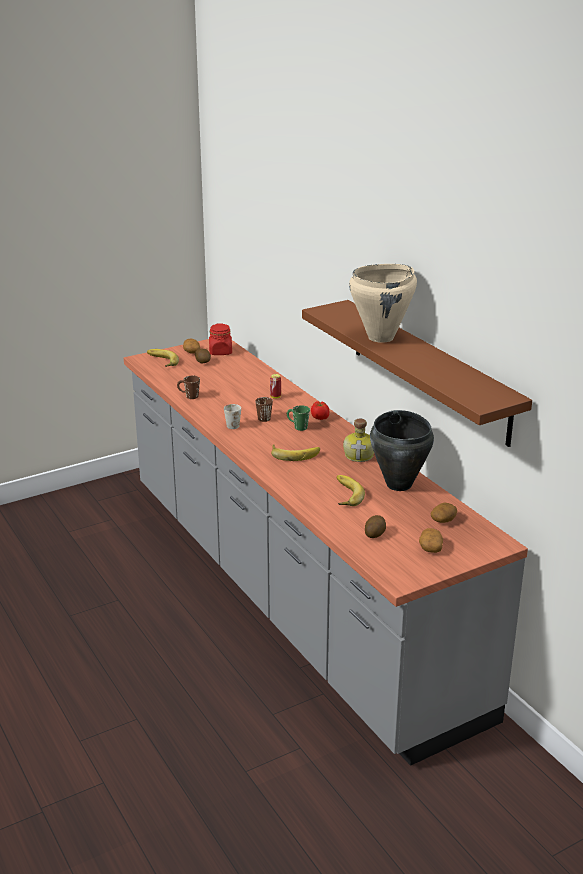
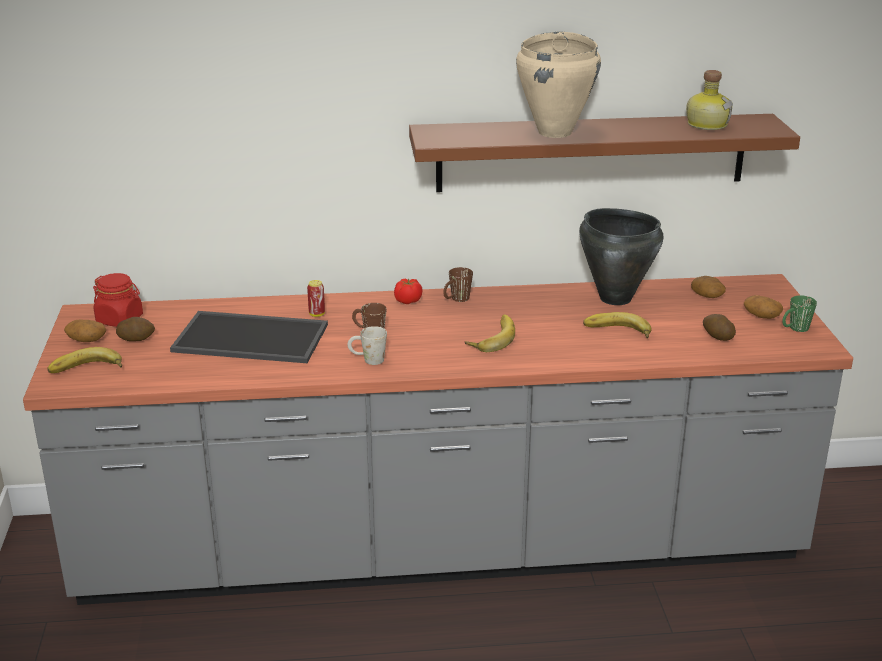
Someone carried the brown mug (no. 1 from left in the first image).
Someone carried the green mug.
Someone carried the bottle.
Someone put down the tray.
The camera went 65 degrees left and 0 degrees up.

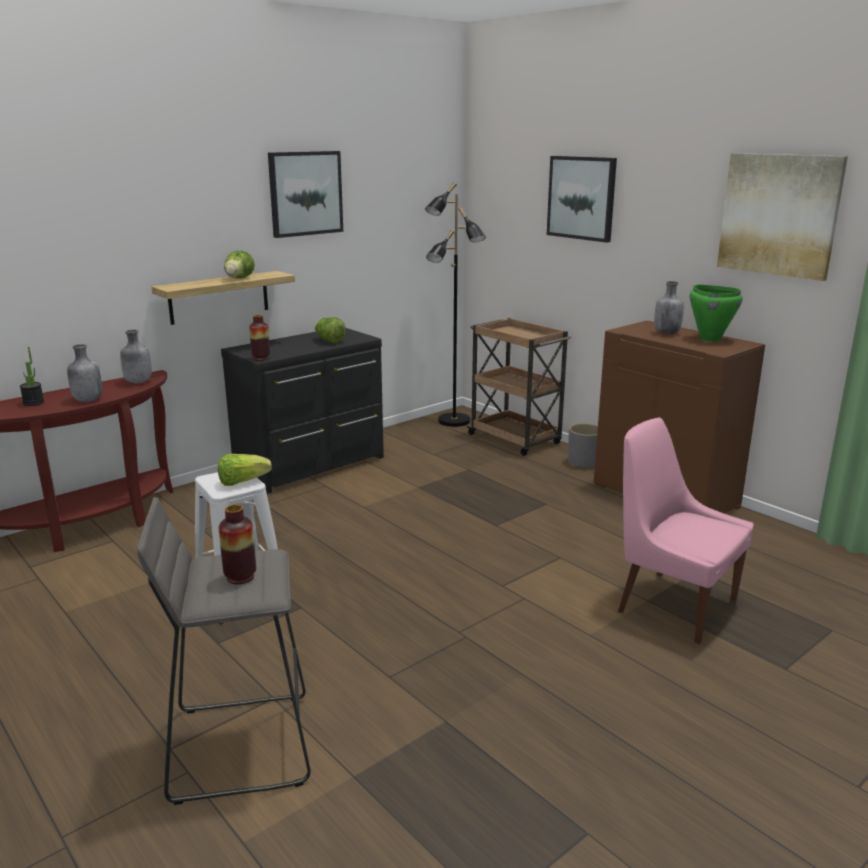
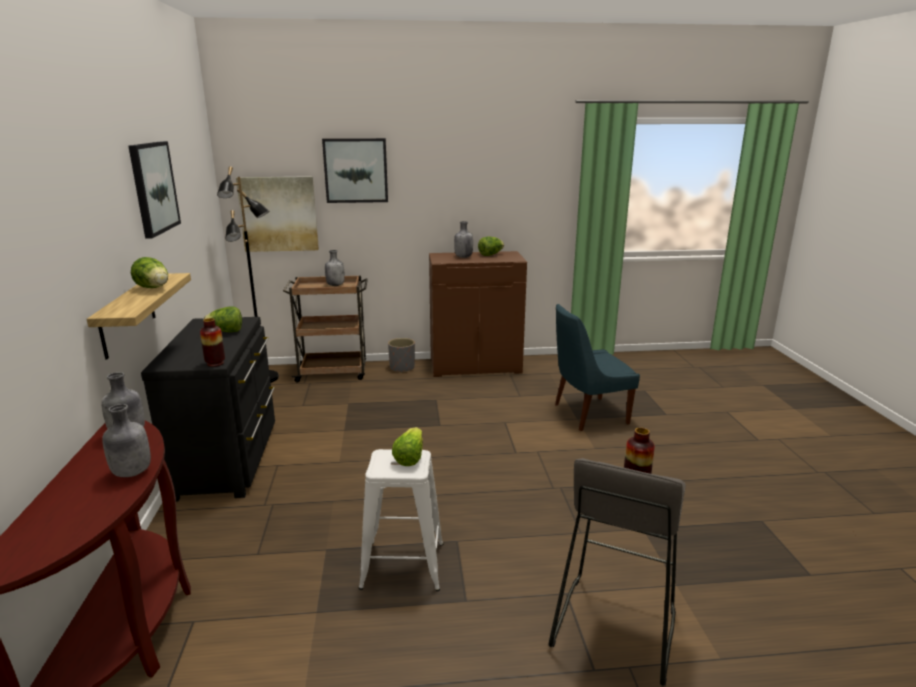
Someone carried the picture (no. 3 from left in the first image).
Someone swapped the green cooking pot for the lettuce (no. 4 from left).
Someone took away the potted plant.
Someone repainted the pink chair, which became the blue chair.
Someone put down the grey bottle (no. 3 from left).
The camera went 55 degrees left and 0 degrees up.

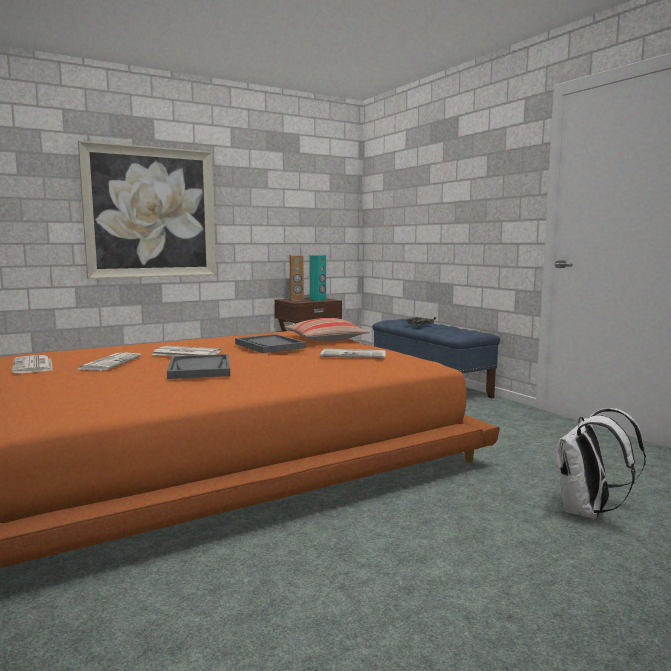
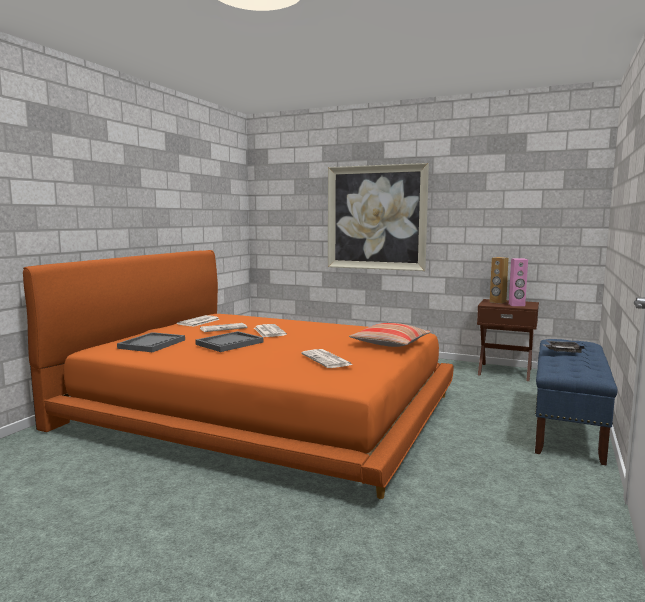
Someone repainted the turquoise speaker, which became the pink speaker.
Someone carried the grey tray (no. 2 from left in the first image).
Someone took away the white backpack.
The camera went 55 degrees right and 0 degrees up.

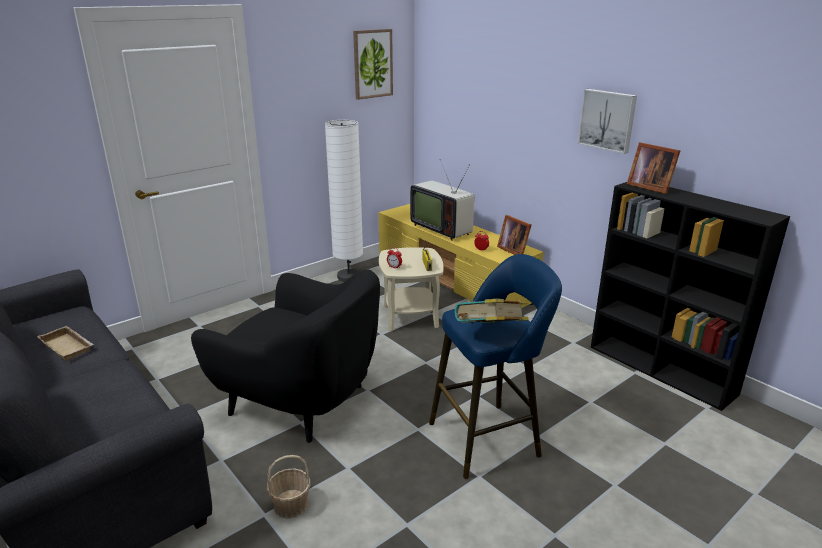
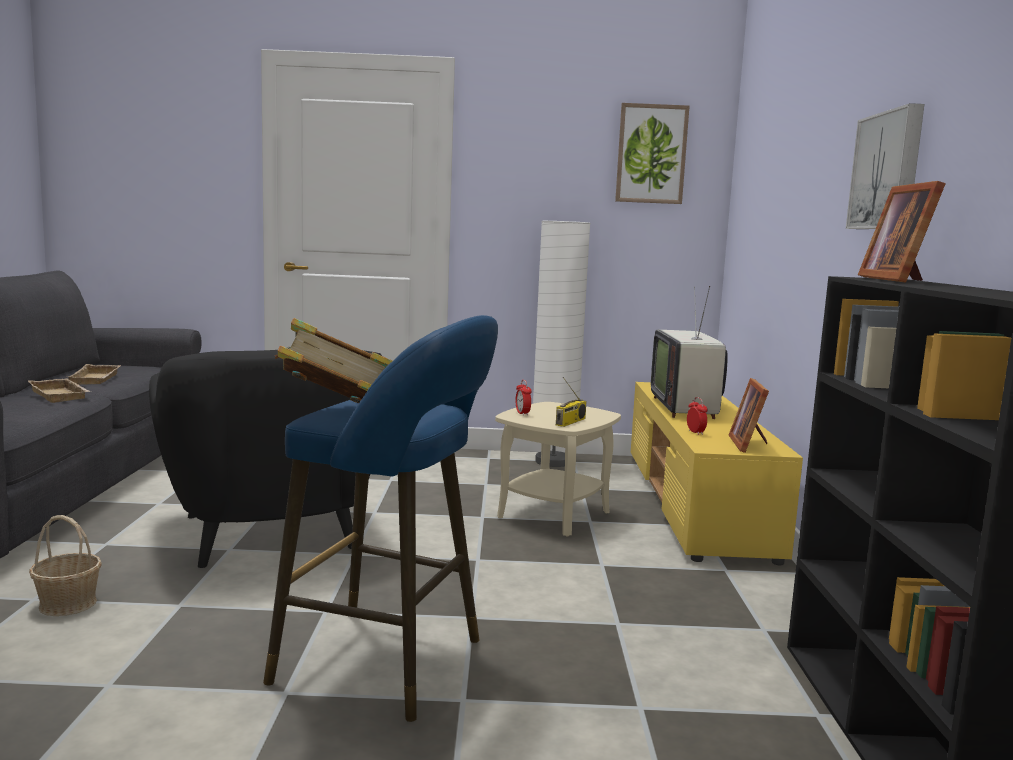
Someone put down the beige tray (no. 1 from left).
The camera went 40 degrees right and 15 degrees down.

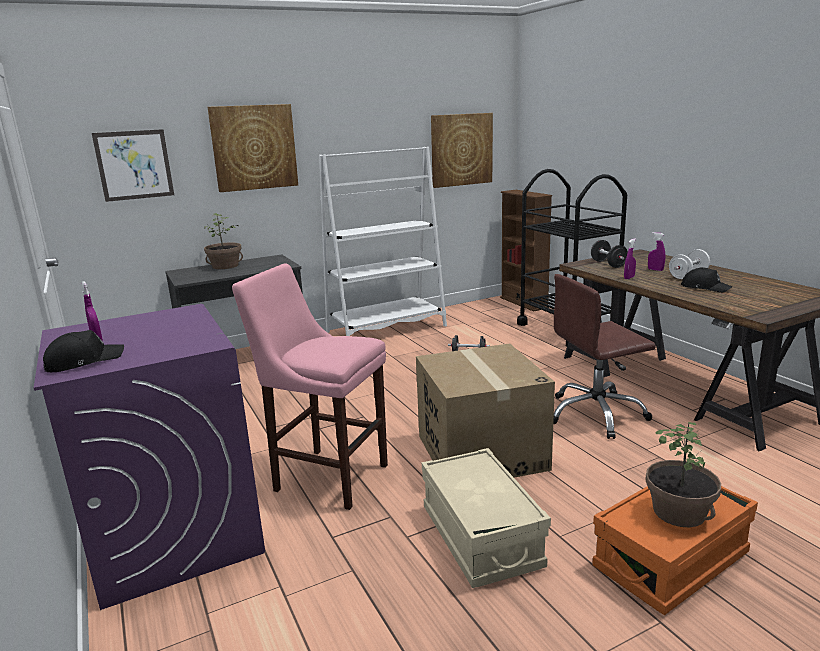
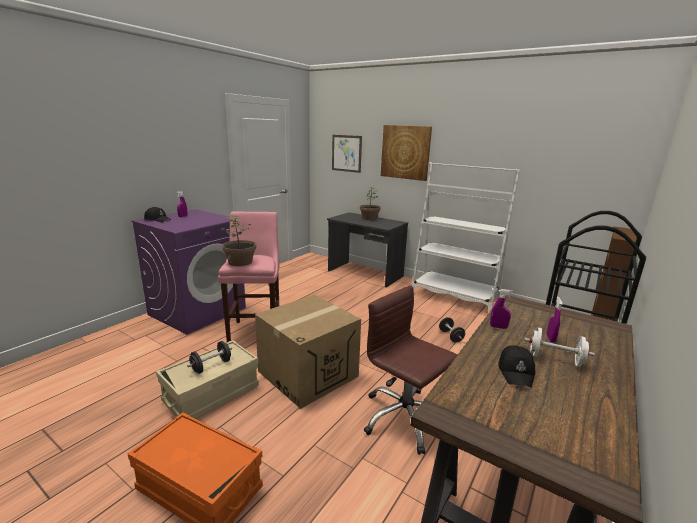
Someone took away the picture (no. 3 from left).
Someone carried the black dumbbell (no. 2 from left in the first image).
Someone carried the potted plant (no. 2 from left in the first image).
The camera went 60 degrees right and 0 degrees up.

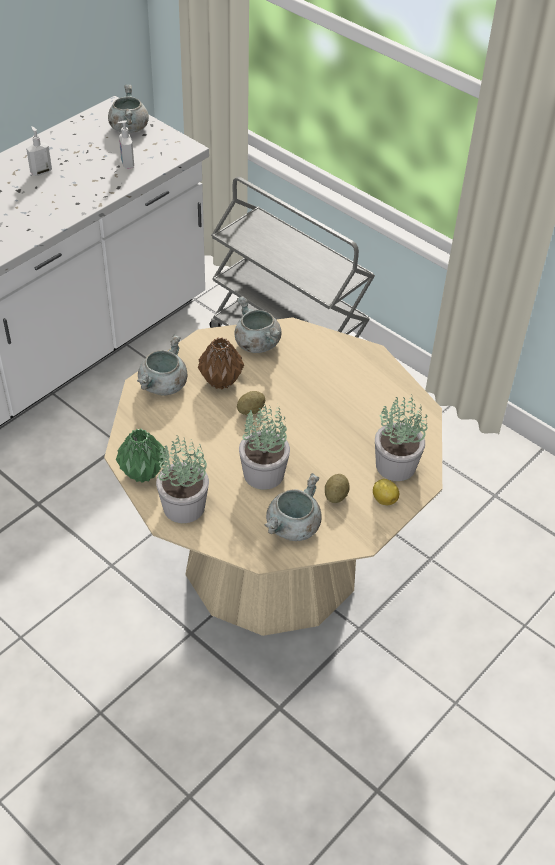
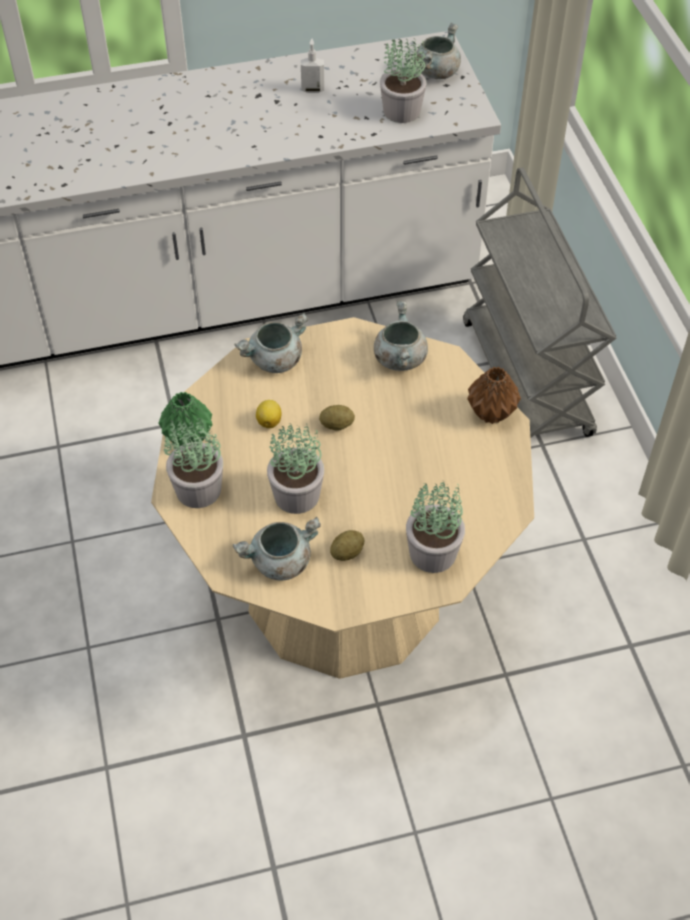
Someone swapped the soap dispenser (no. 2 from left) for the potted plant (no. 3 from left).
Someone carried the brown vase.
Someone carried the lemon.
The camera went 35 degrees right and 5 degrees up.

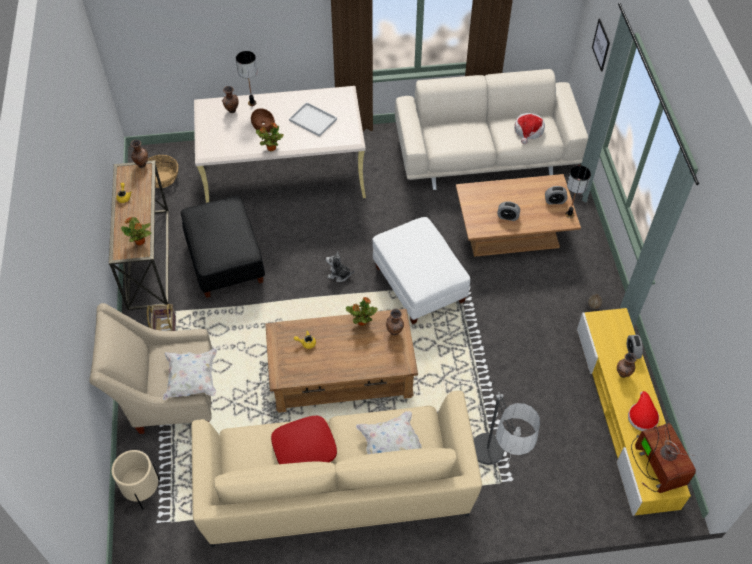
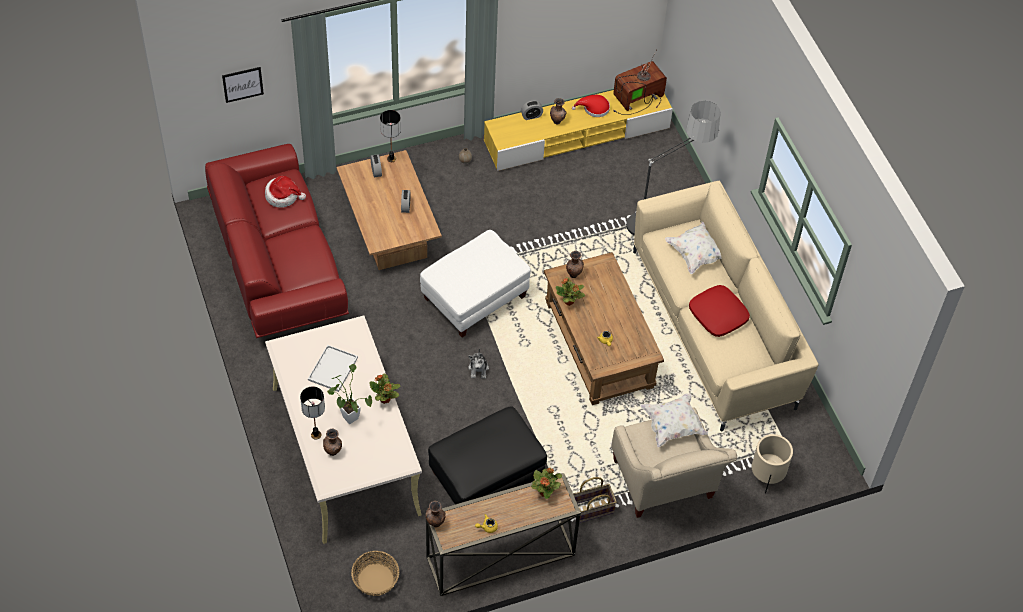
Someone repainted the beige sofa (no. 2 from left), which became the red sofa.
Someone swapped the brown bowl for the potted plant (no. 1 from left).
The camera went 105 degrees left and 0 degrees up.

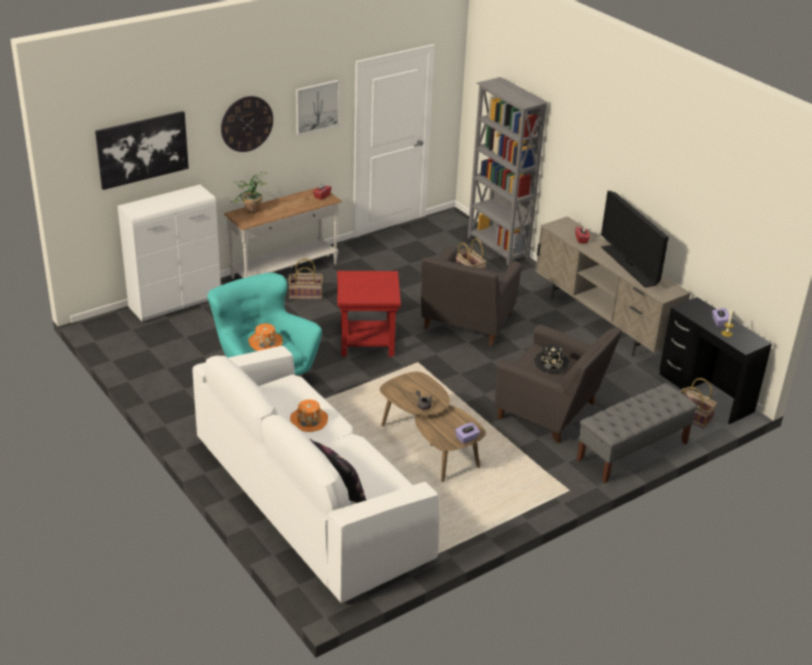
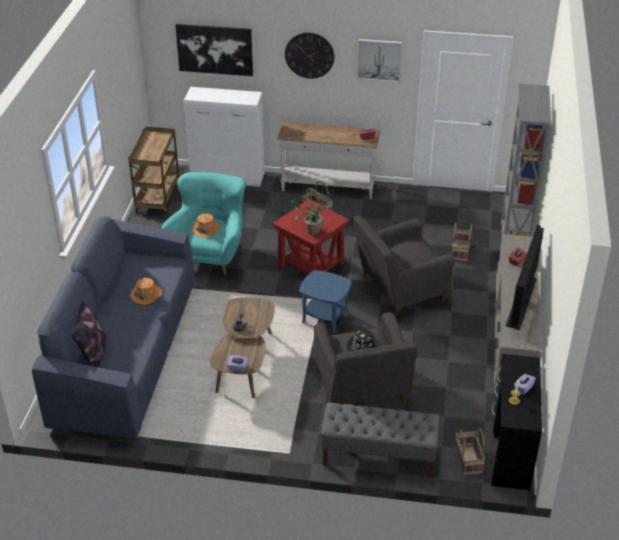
Someone carried the potted plant.
Someone repainted the white sofa, which became the blue sofa.
Someone put down the brown cart.
Someone put down the blue side table.
The camera went 45 degrees right and 5 degrees up.

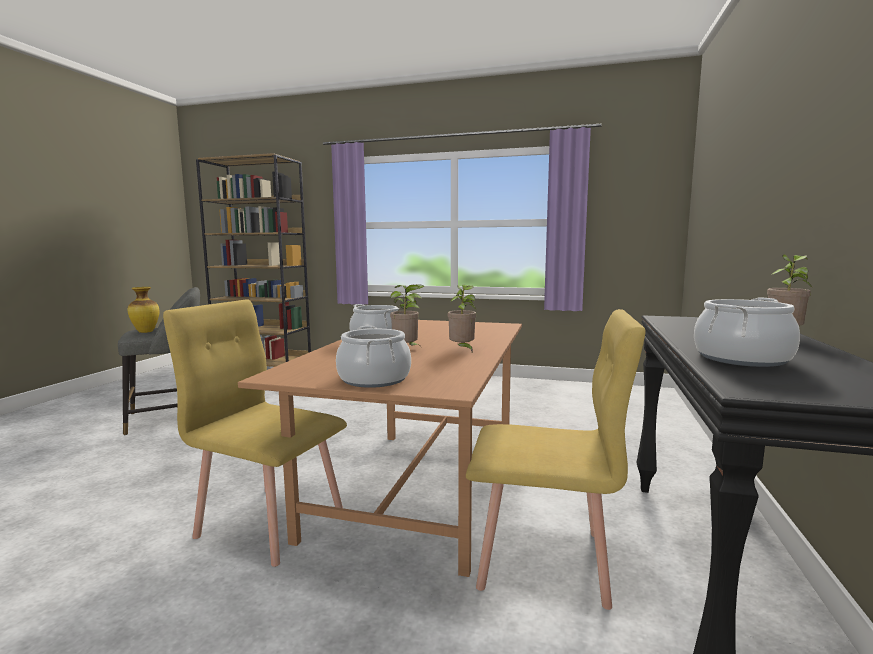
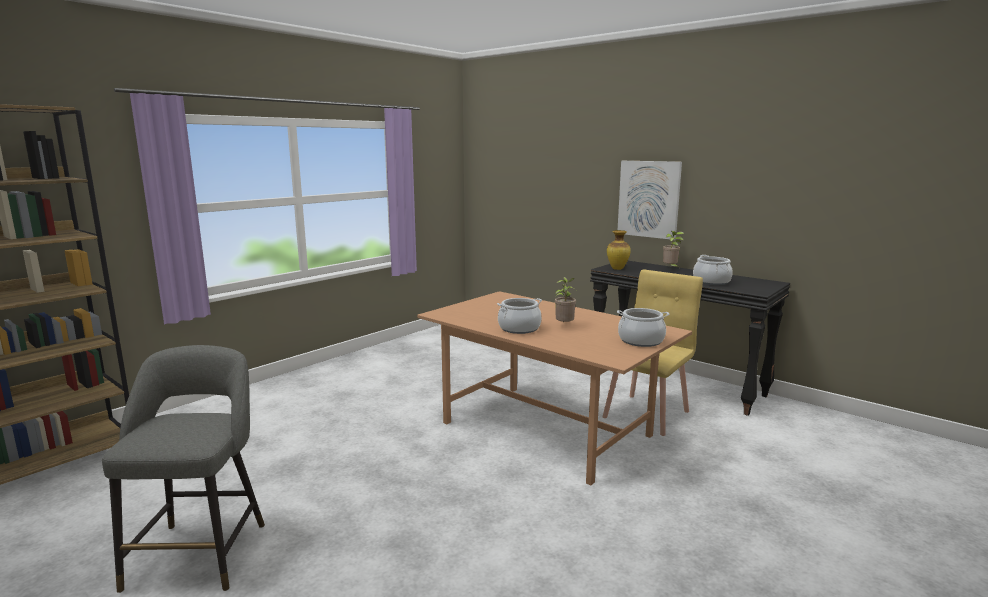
Someone took away the potted plant (no. 2 from left).
Someone carried the vase.
Someone took away the yellow chair (no. 1 from left).
Someone put up the picture.
The camera went 65 degrees left and 5 degrees up.

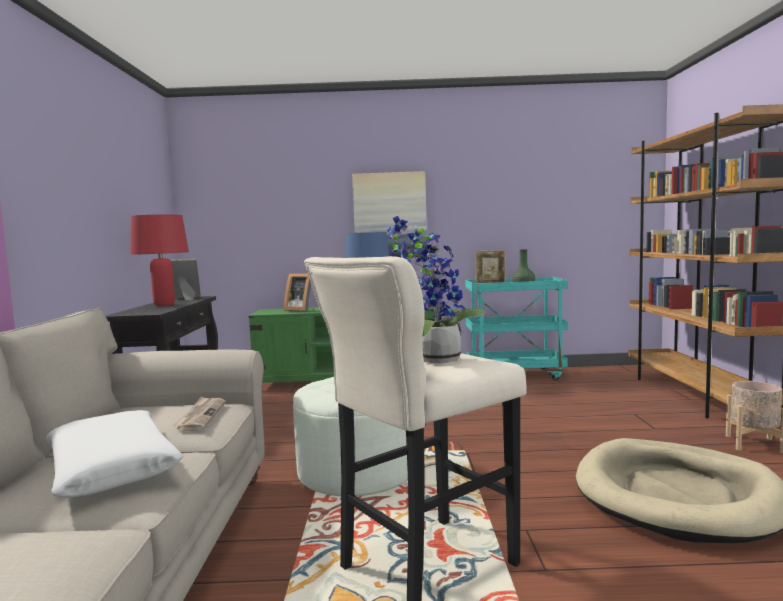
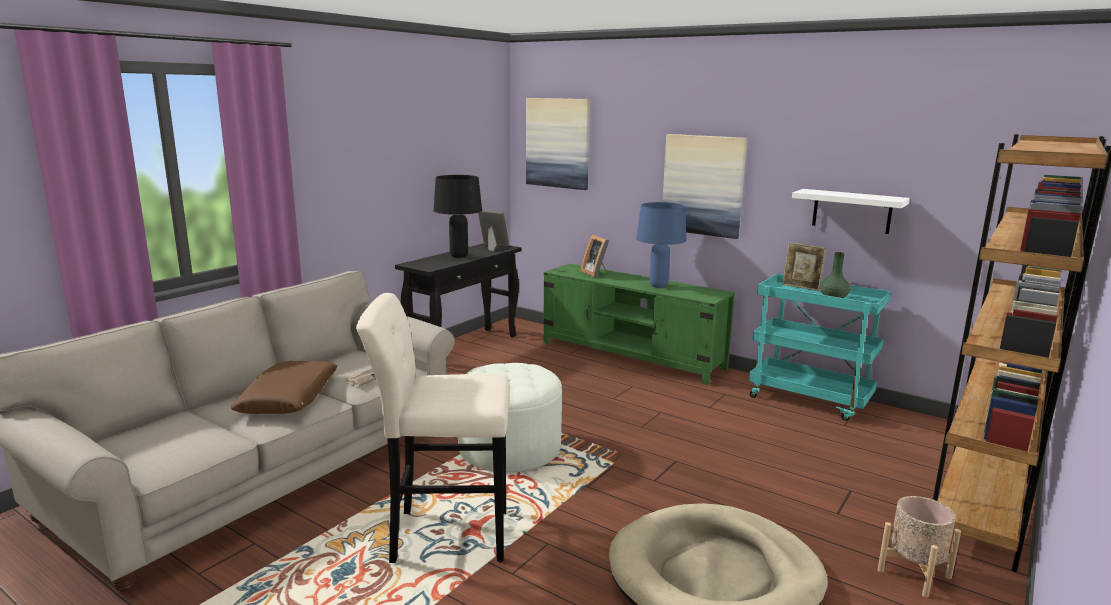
Someone repainted the red table lamp, which became the black table lamp.
Someone took away the potted plant.
Someone repainted the white pillow, which became the brown pillow.
Someone put up the picture (no. 1 from left).
Someone put up the white shelf.
The camera went 35 degrees right and 10 degrees up.

